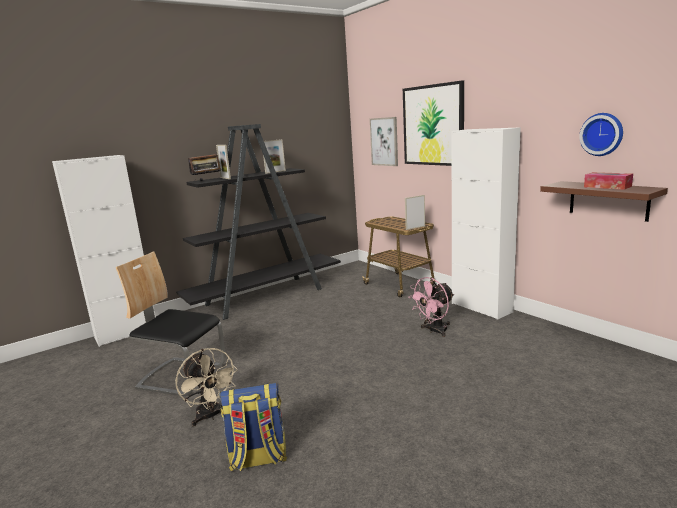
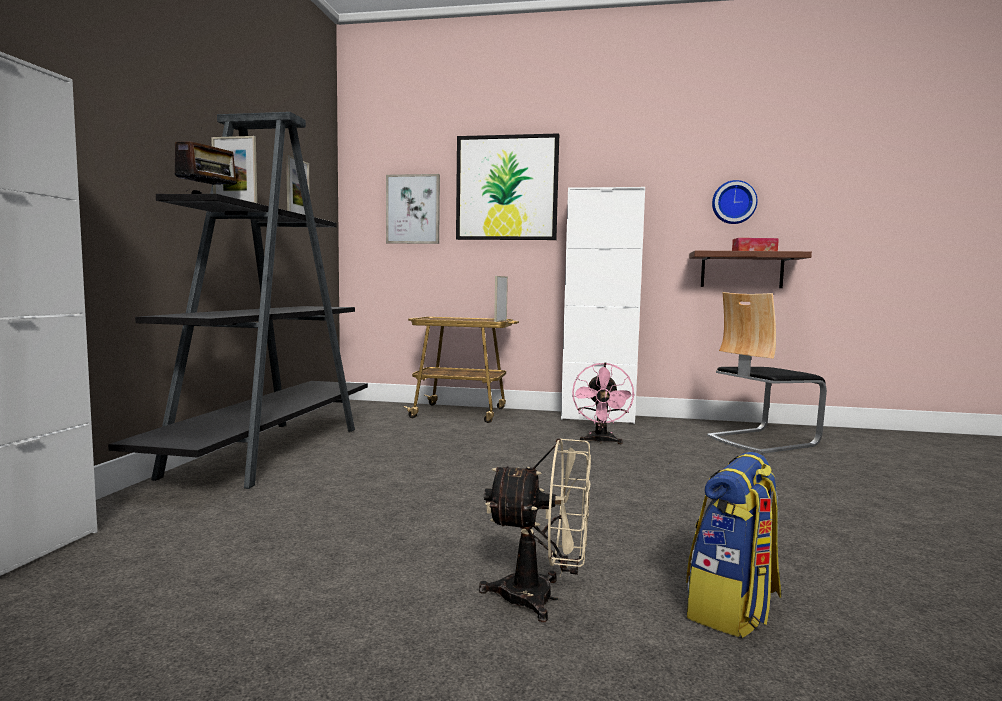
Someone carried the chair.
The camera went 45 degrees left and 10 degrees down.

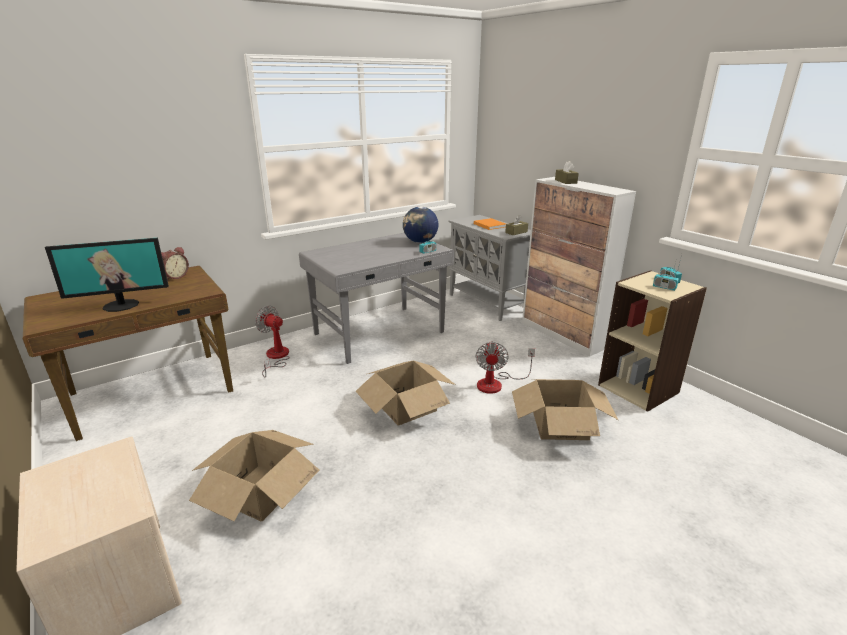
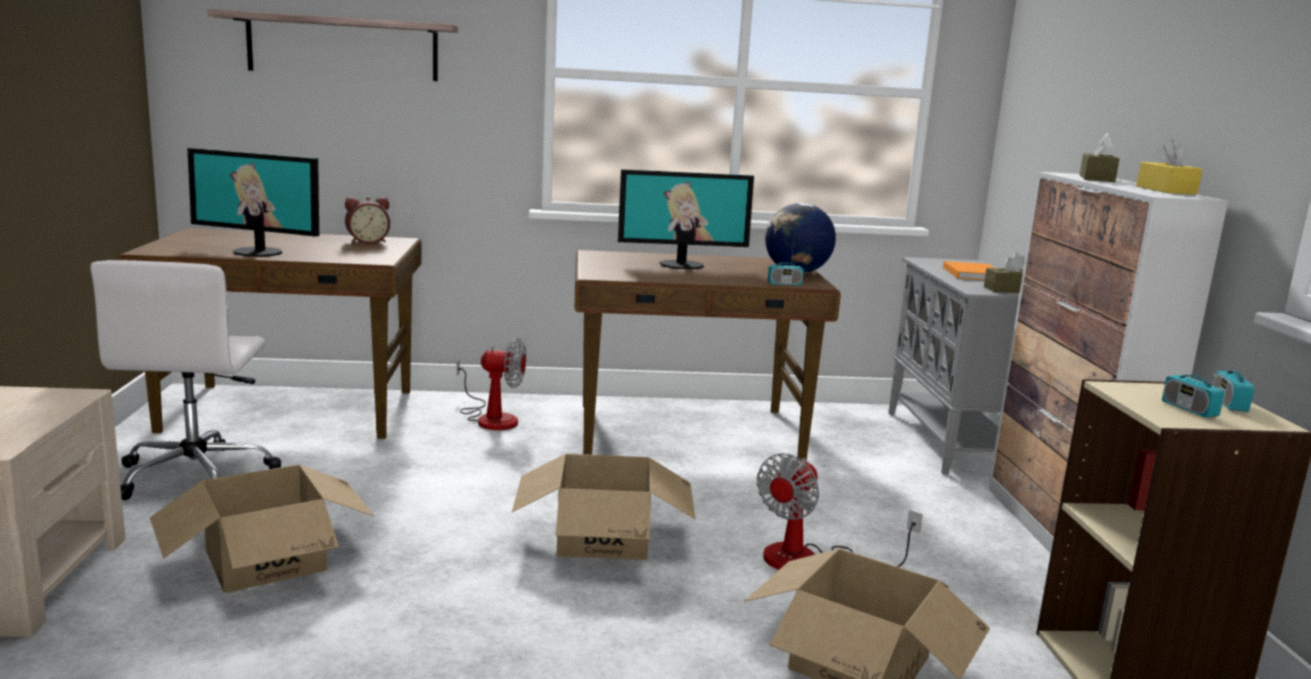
Someone repainted the grey desk, which became the brown desk (no. 2 from left).
Someone rotated the fan (no. 1 from left) by 120 degrees clockwise.
Someone put up the shelf.
Someone put down the yellow tissue box.
Someone put down the monitor (no. 2 from left).
Someone put down the white office chair.
The camera went 30 degrees right and 10 degrees down.

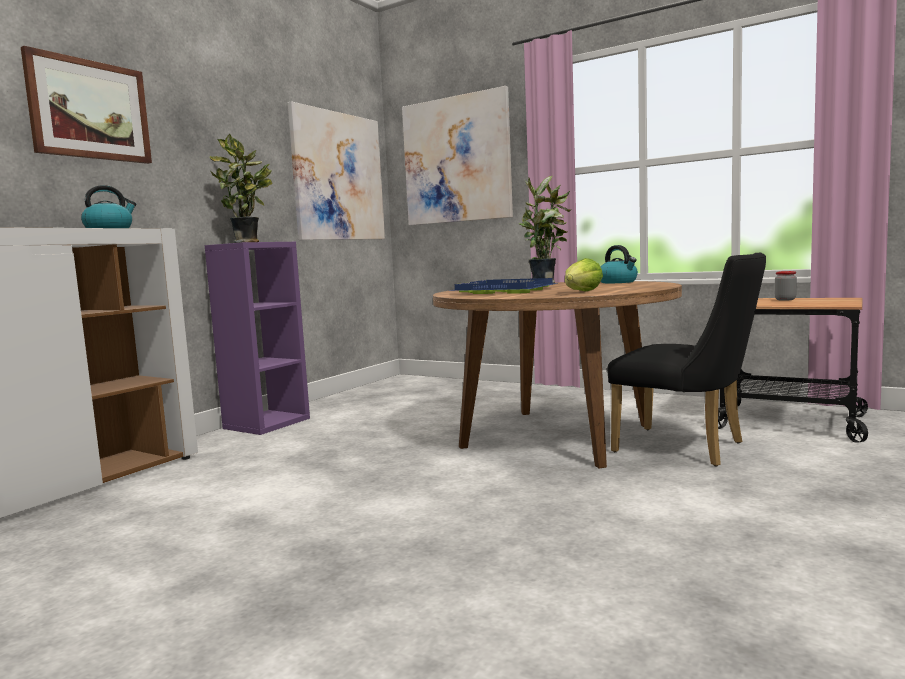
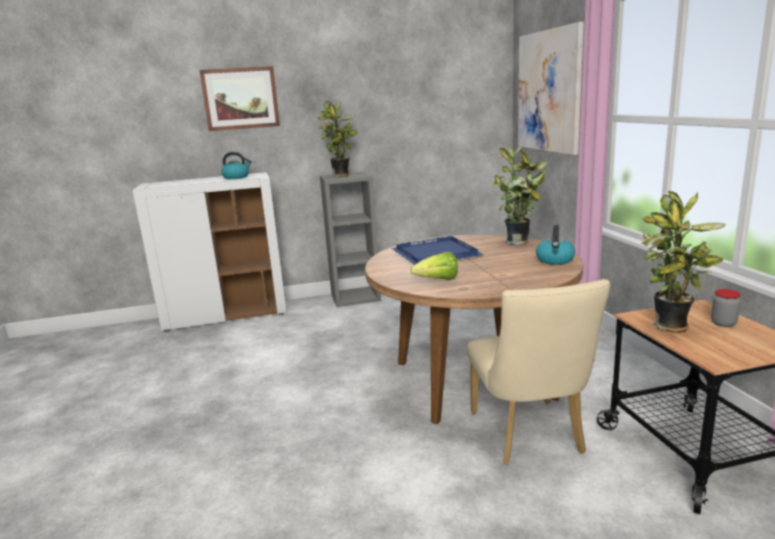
Someone took away the picture (no. 2 from left).
Someone repainted the purple bookcase, which became the grey bookcase.
Someone repainted the black chair, which became the beige chair.
Someone put down the potted plant (no. 3 from left).
The camera went 45 degrees right and 10 degrees up.

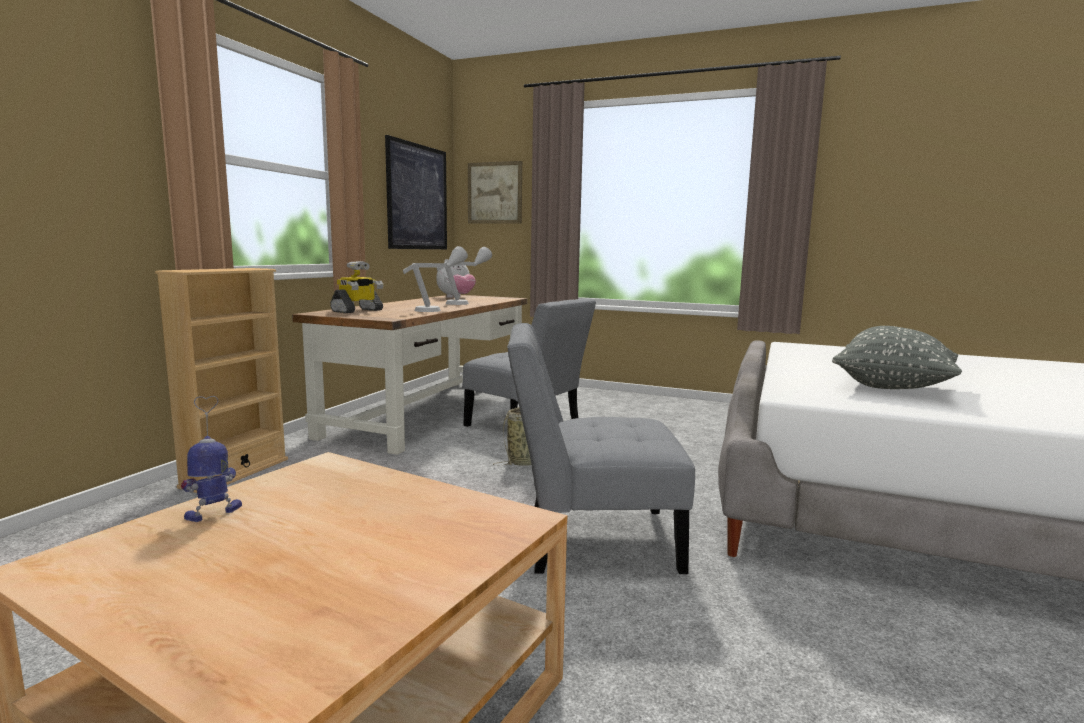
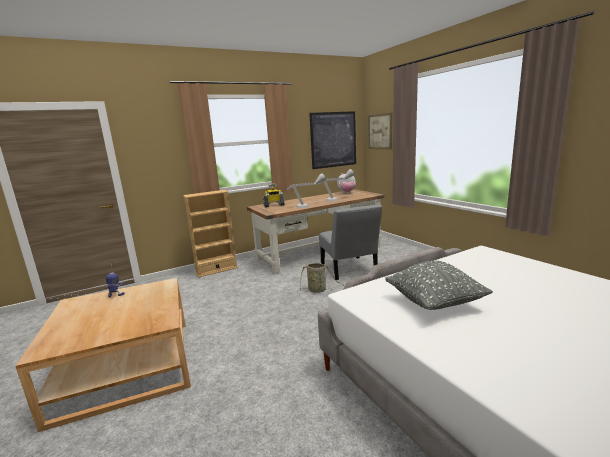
Someone took away the grey chair (no. 2 from left).
The camera went 40 degrees right and 5 degrees up.

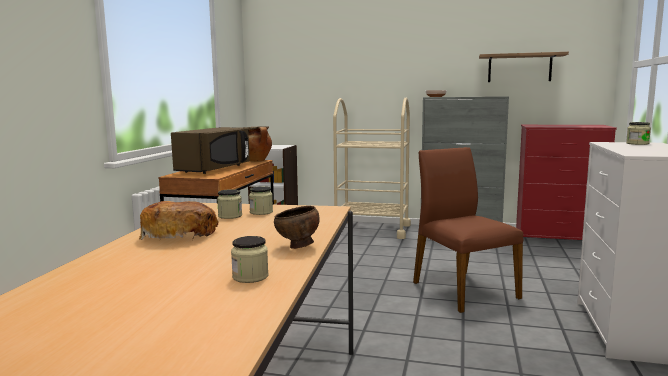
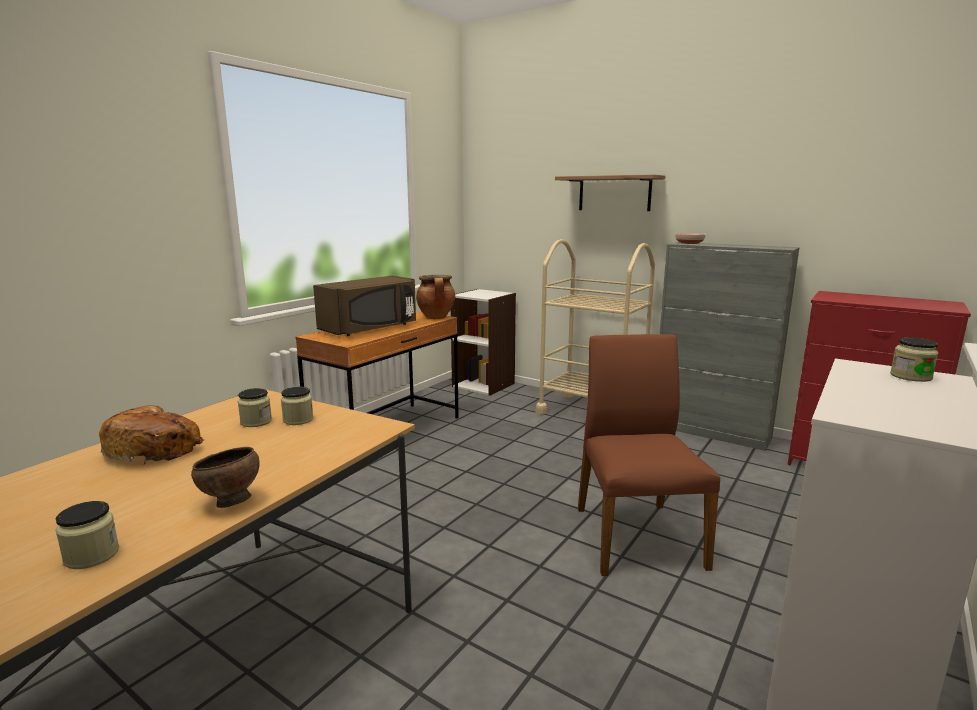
Someone carried the shelf.
The camera went 20 degrees right and 5 degrees up.

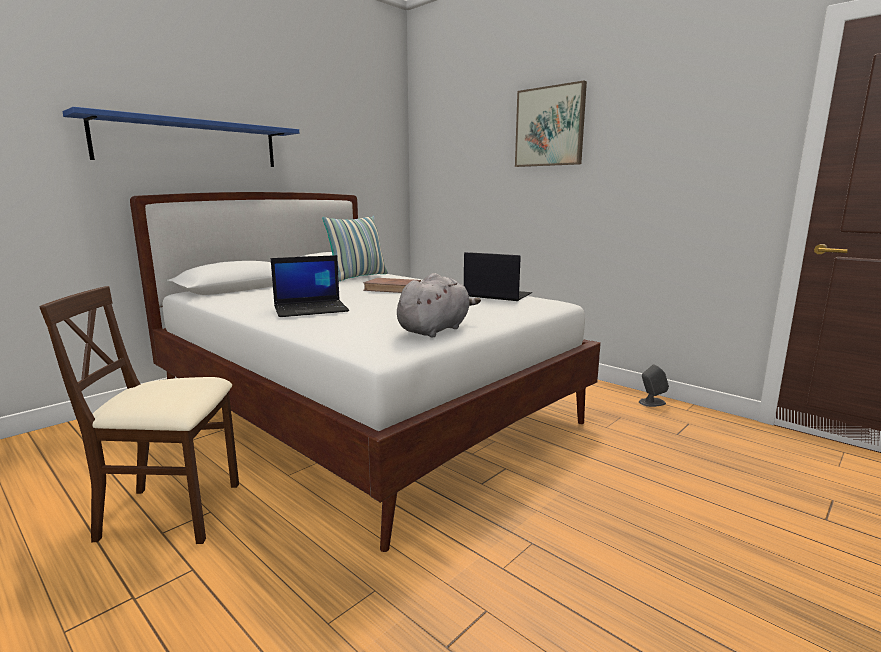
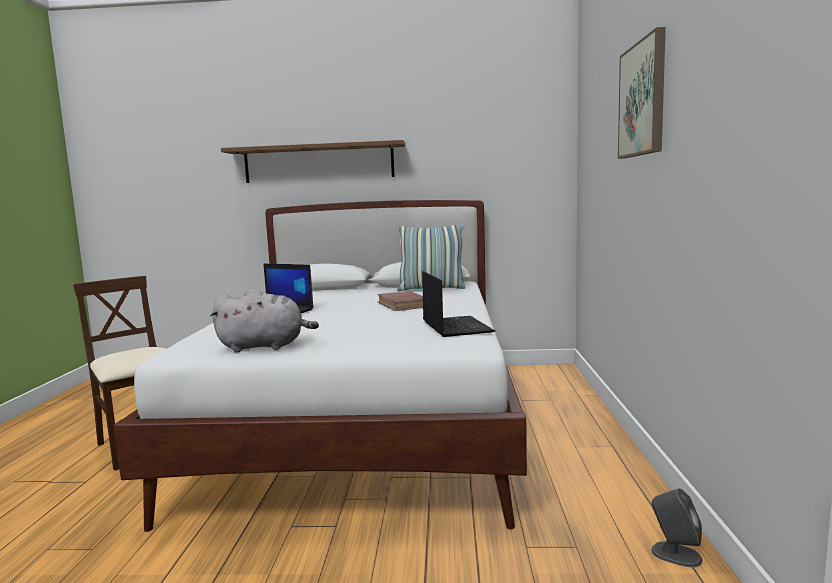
Someone repainted the blue shelf, which became the brown shelf.
The camera went 50 degrees right and 5 degrees down.

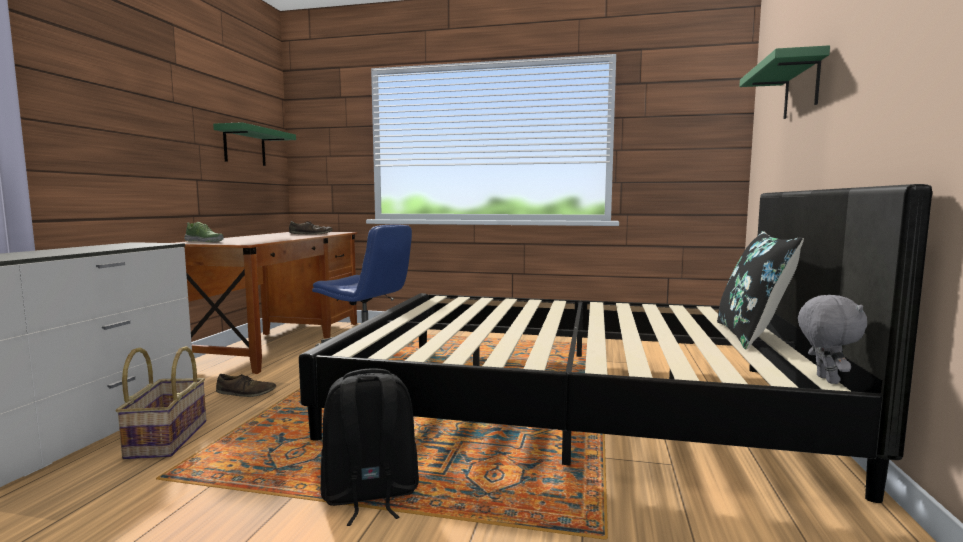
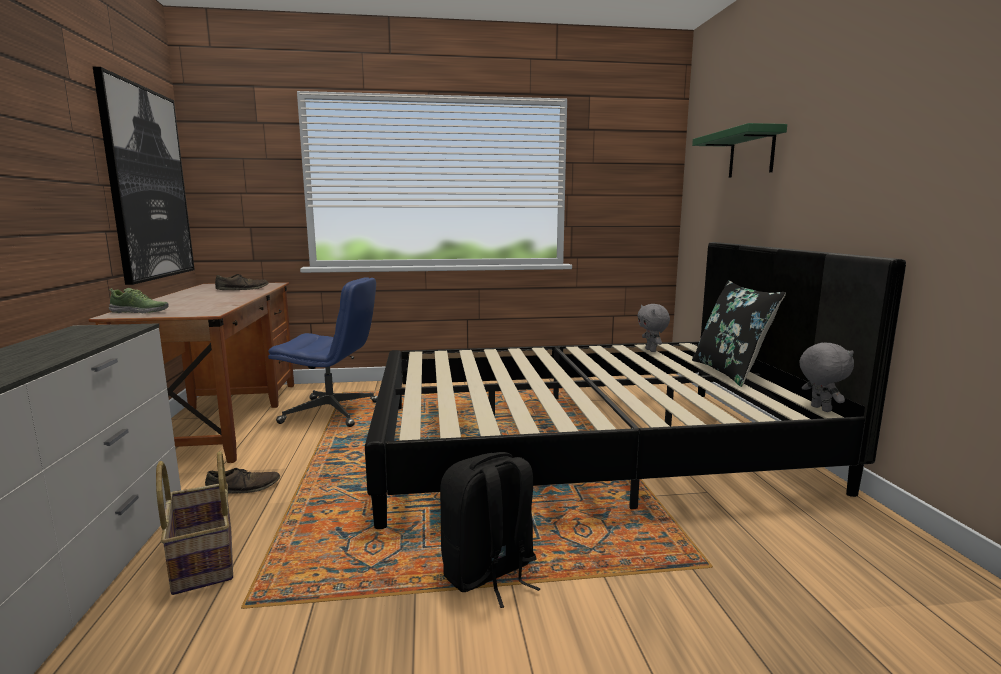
Someone swapped the green shelf (no. 1 from left) for the picture.
Someone put down the grey plush toy (no. 1 from left).
The camera went 20 degrees left and 5 degrees up.

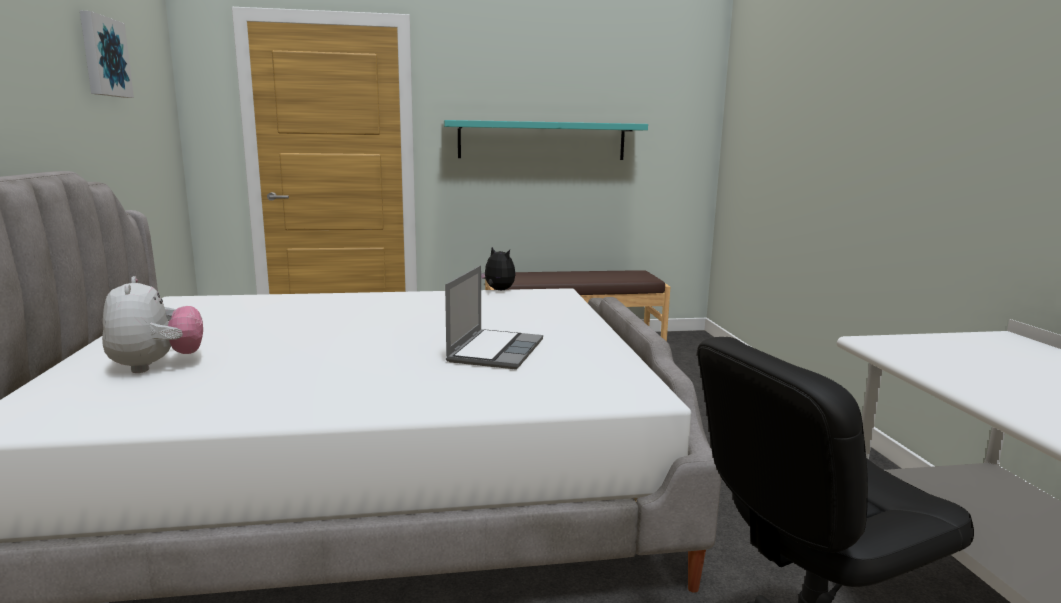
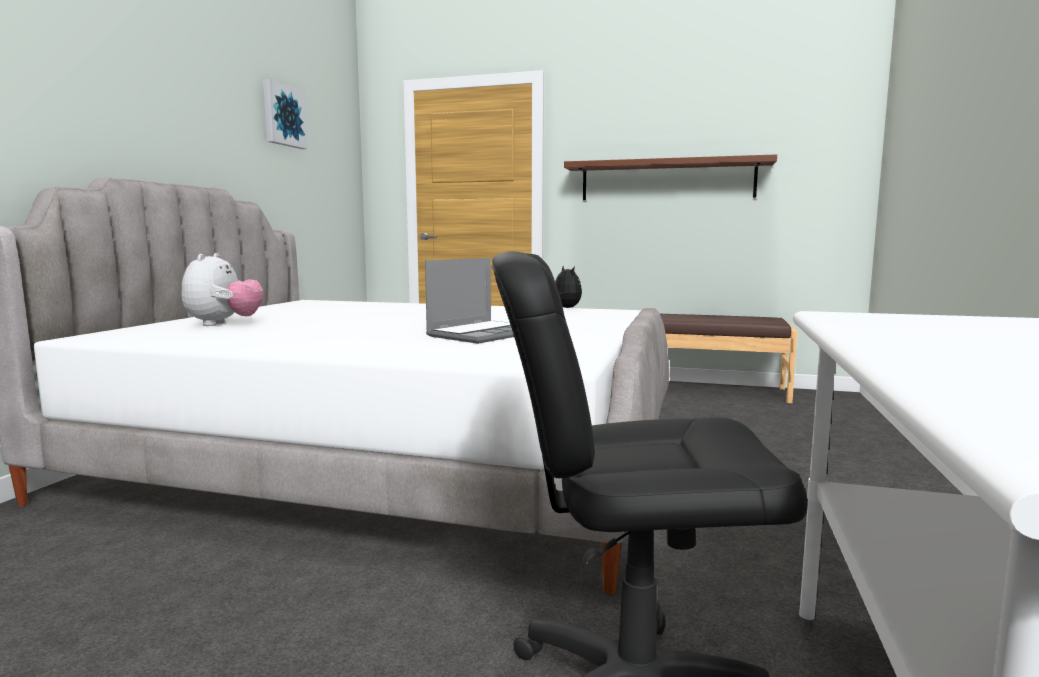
Someone repainted the turquoise shelf, which became the brown shelf.
The camera went 25 degrees right and 5 degrees down.

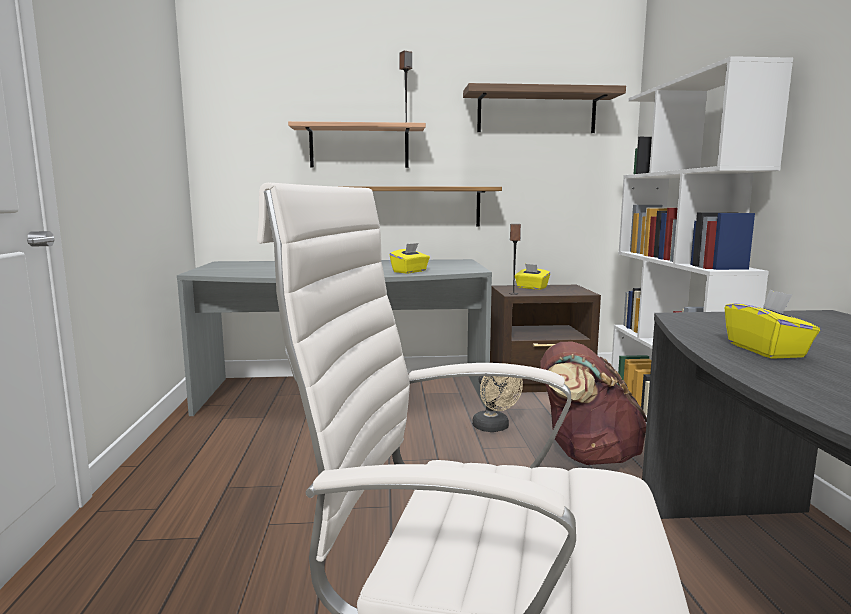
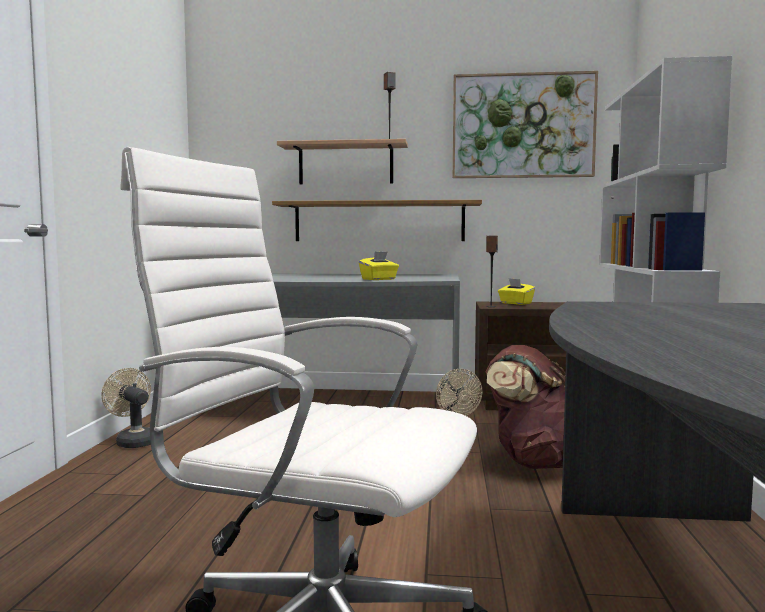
Someone swapped the shelf (no. 3 from left) for the picture.
Someone took away the yellow tissue box (no. 3 from left).
Someone put down the beige fan (no. 1 from left).
The camera went 10 degrees right and 5 degrees down.

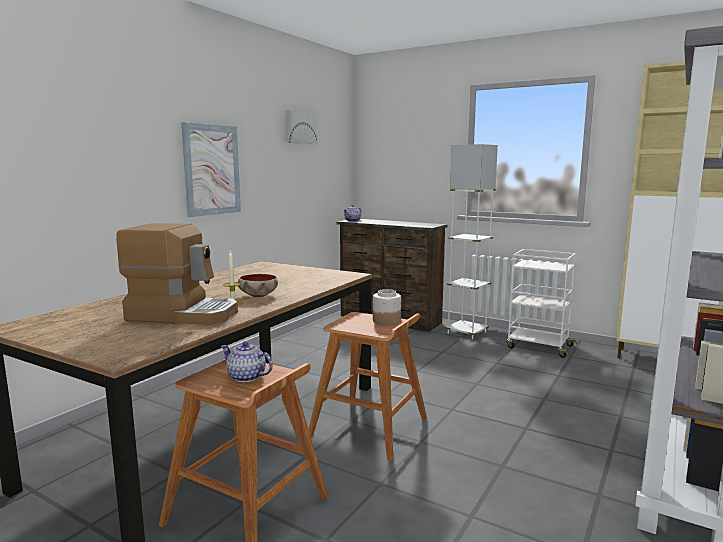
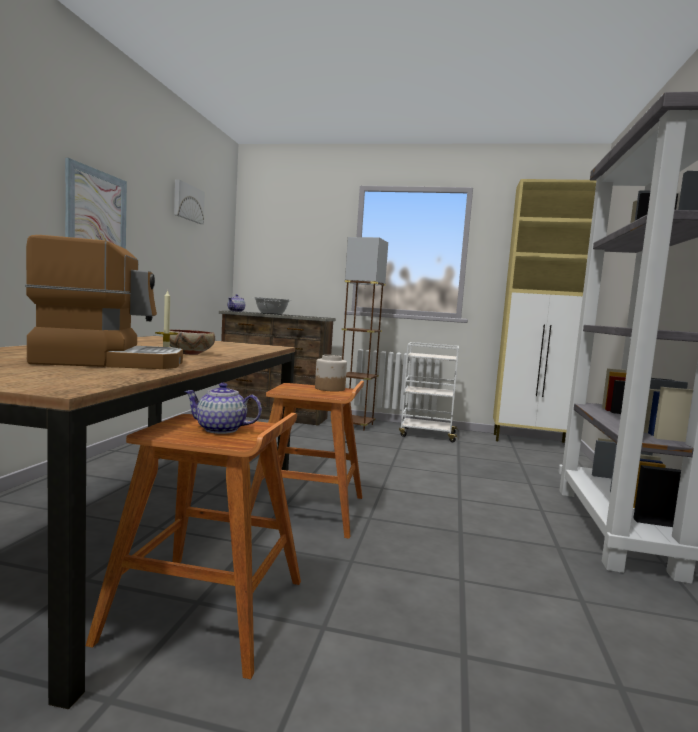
Someone repainted the white floor lamp, which became the brown floor lamp.
Someone put down the cooking pot.
The camera went 20 degrees left and 5 degrees down.

